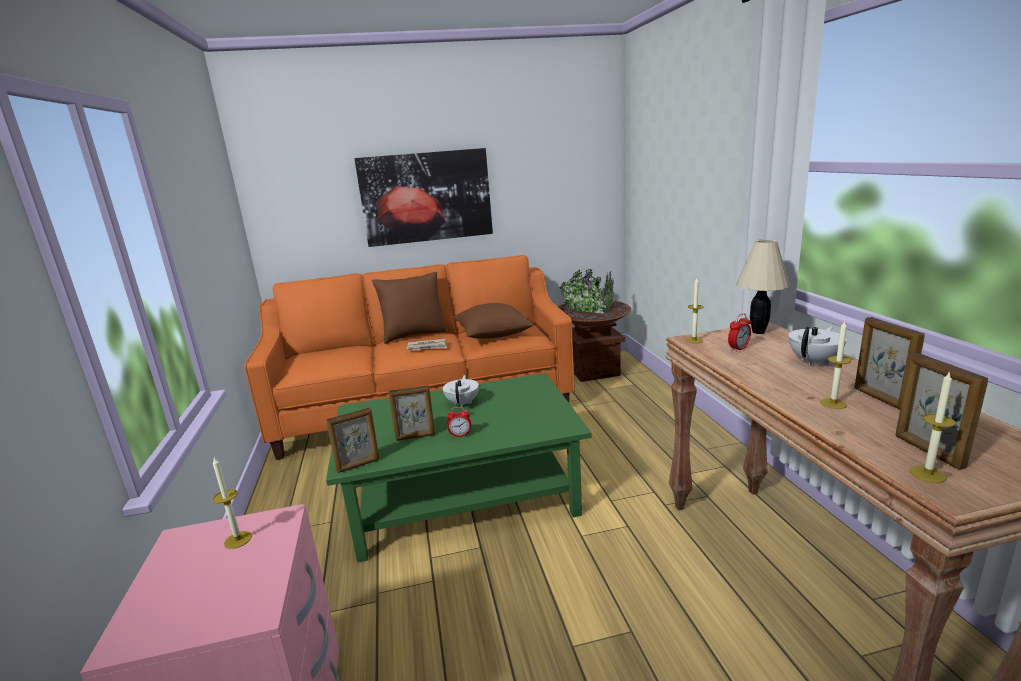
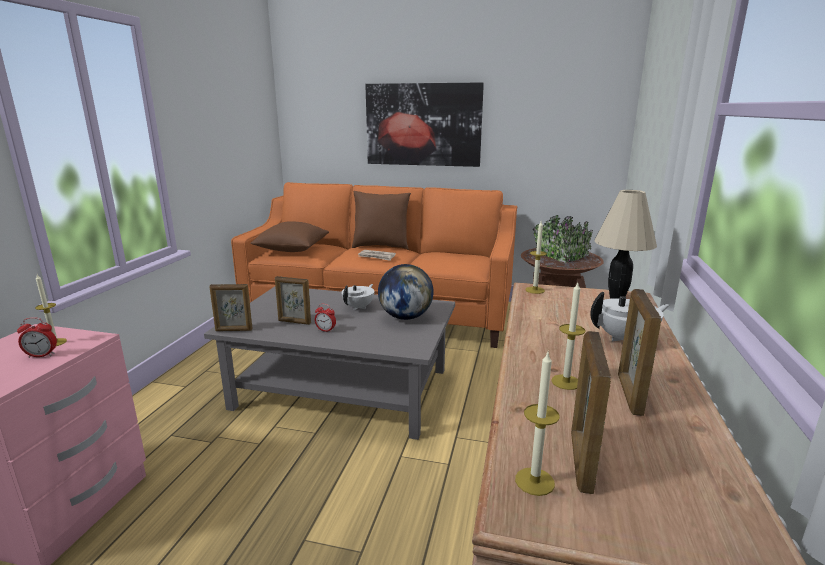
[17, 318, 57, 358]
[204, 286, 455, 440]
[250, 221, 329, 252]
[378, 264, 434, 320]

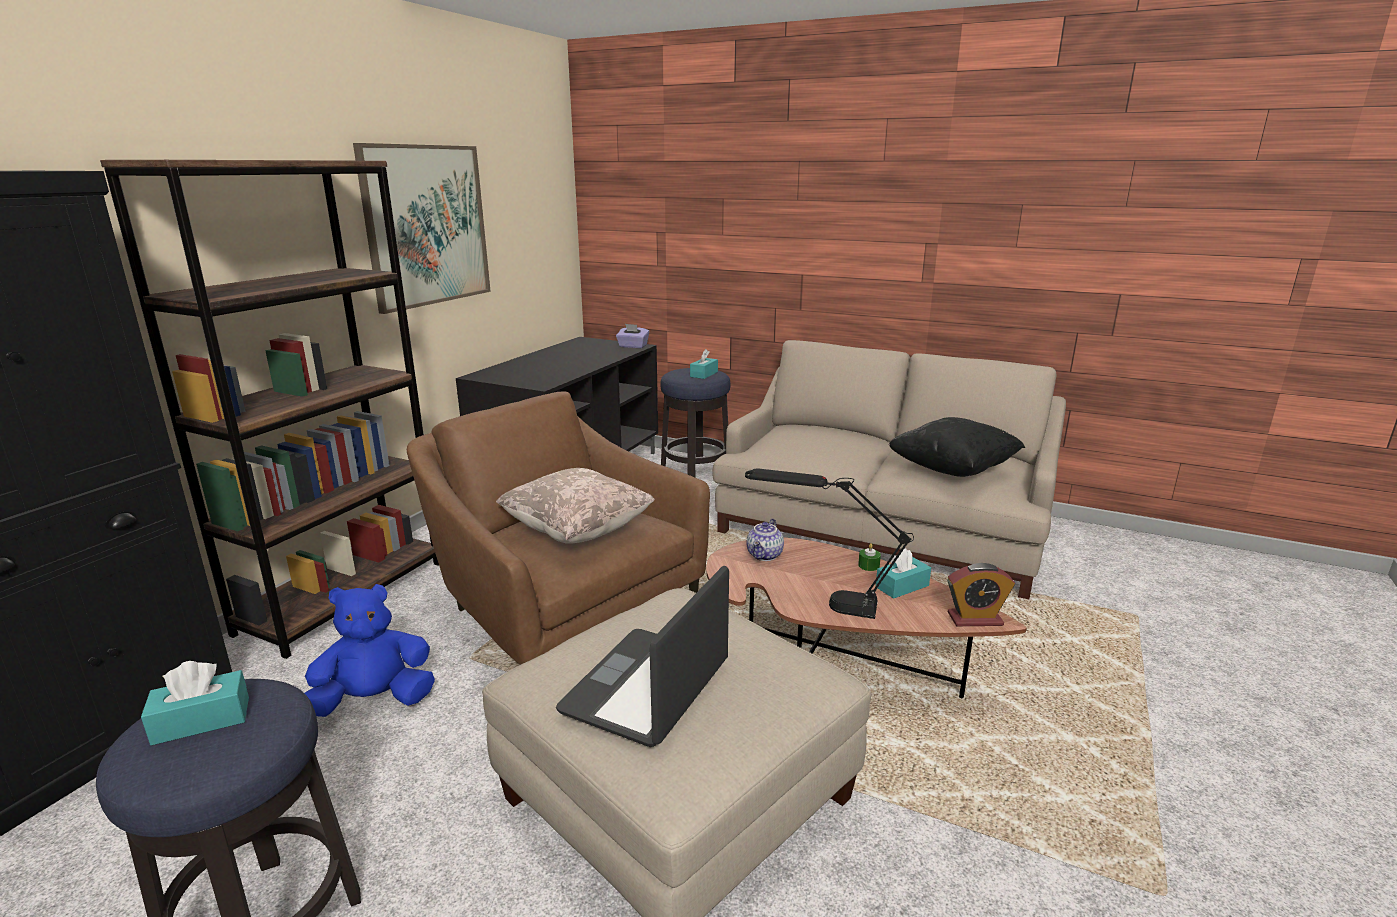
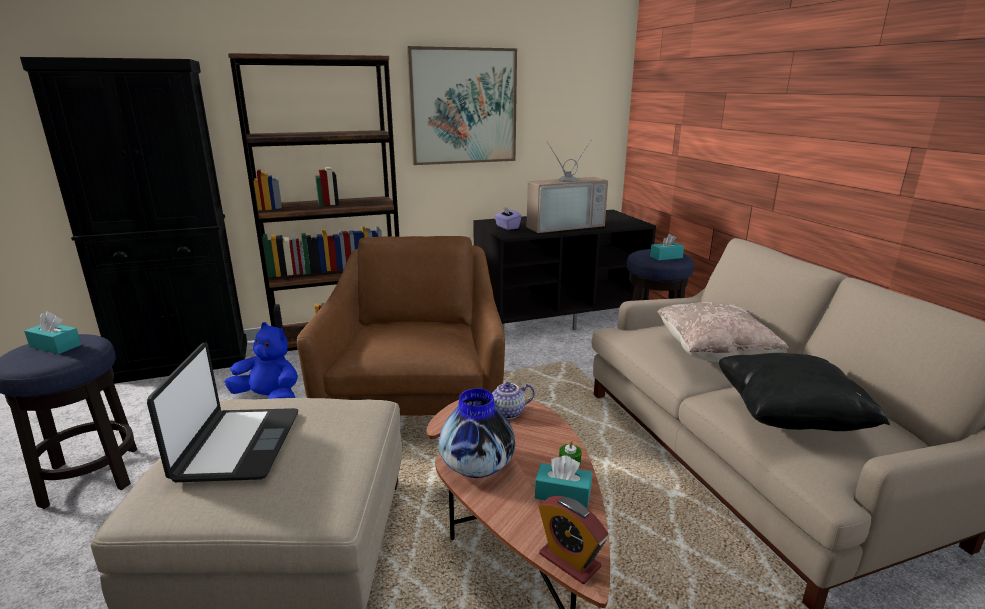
[147, 342, 298, 482]
[439, 389, 515, 478]
[494, 206, 521, 230]
[527, 139, 608, 233]
[657, 302, 789, 362]

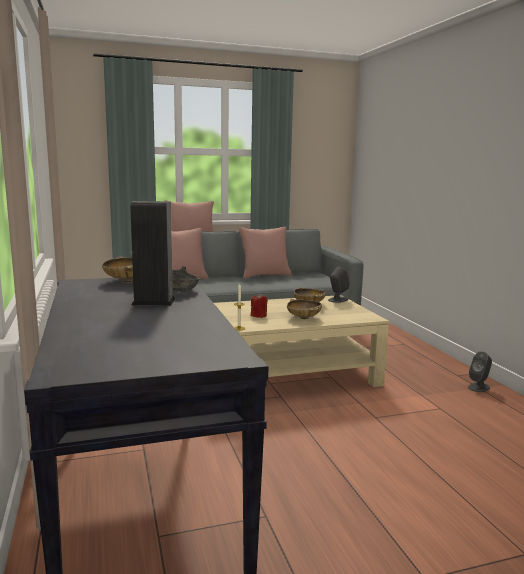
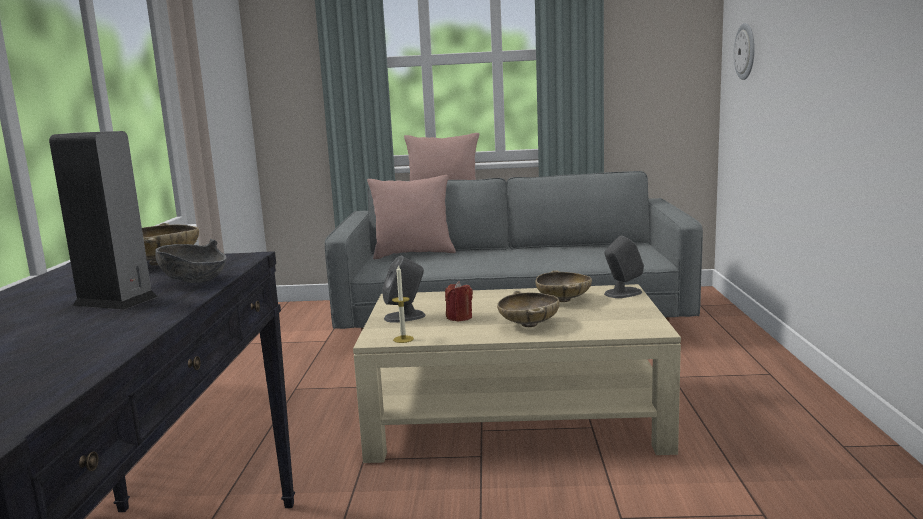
[382, 256, 425, 323]
[734, 23, 755, 80]
[239, 227, 292, 279] (first image)

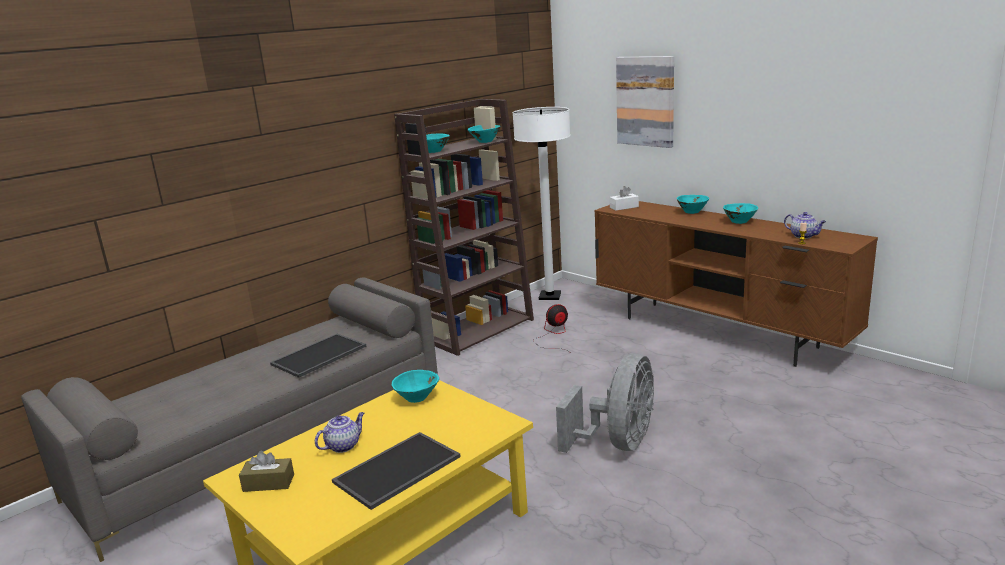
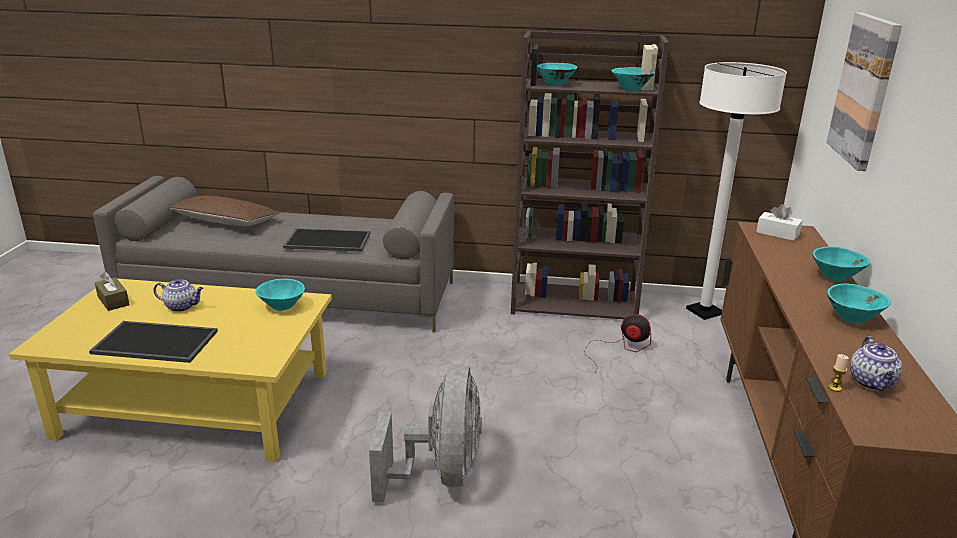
[170, 195, 280, 226]
[369, 365, 482, 502]

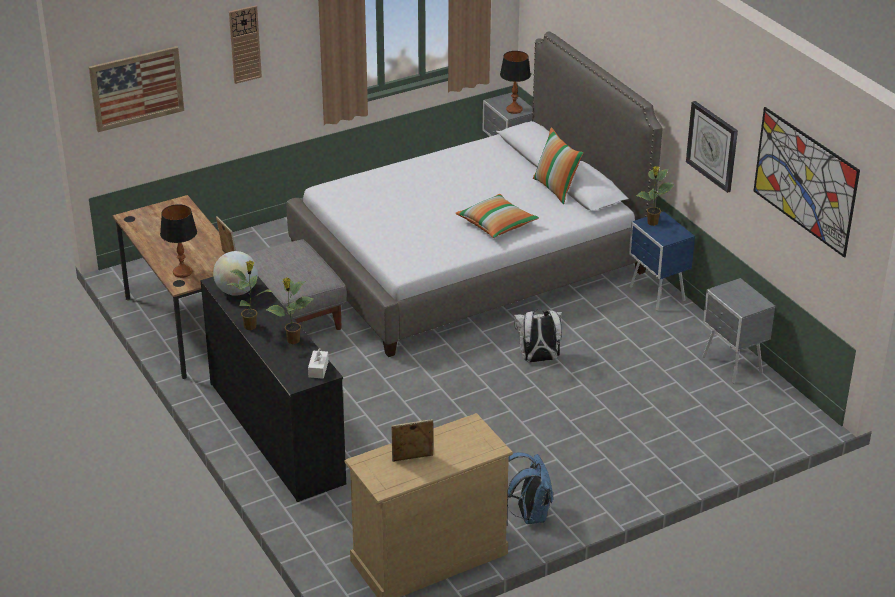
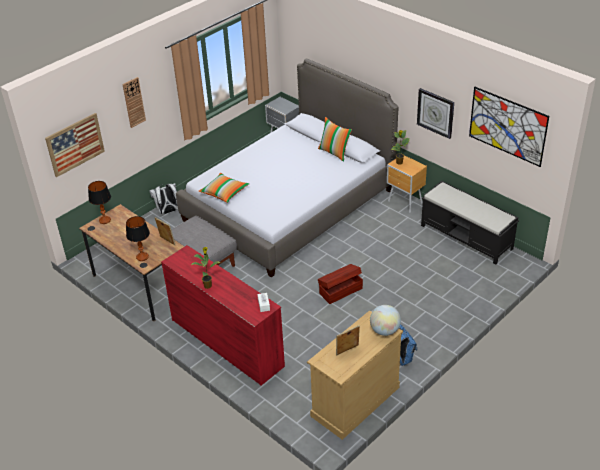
[88, 181, 111, 224]
[149, 183, 178, 214]
[161, 245, 285, 386]
[199, 173, 249, 203]
[318, 264, 363, 304]
[370, 305, 401, 336]
[387, 155, 427, 213]
[421, 181, 519, 265]
[266, 277, 314, 344] (first image)

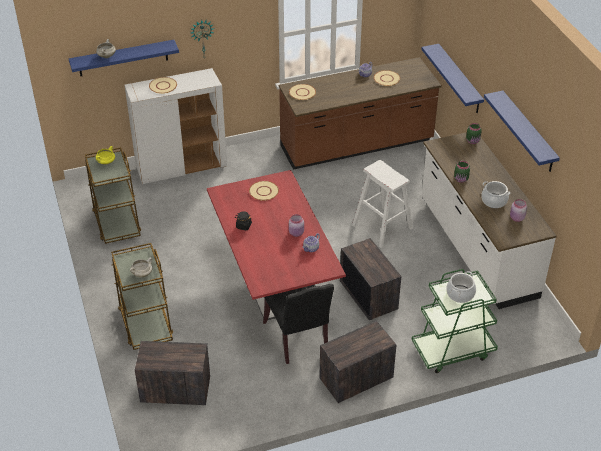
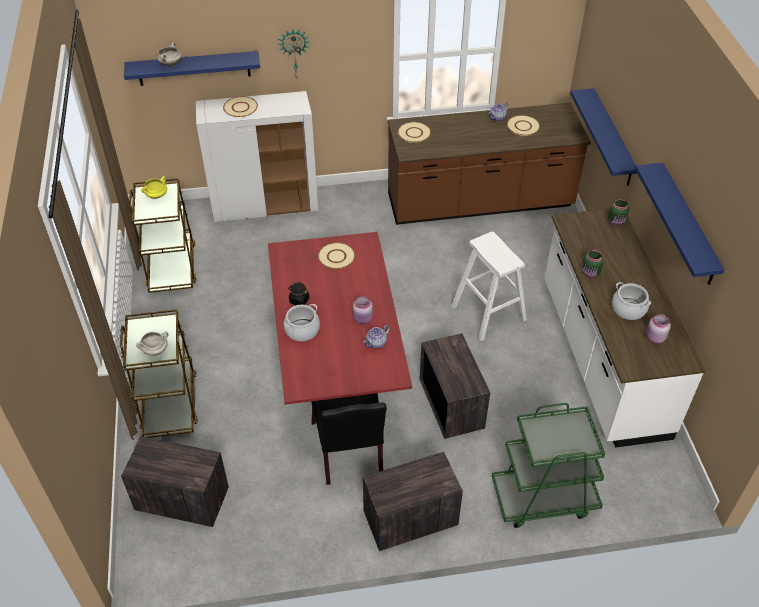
[284, 304, 320, 341]

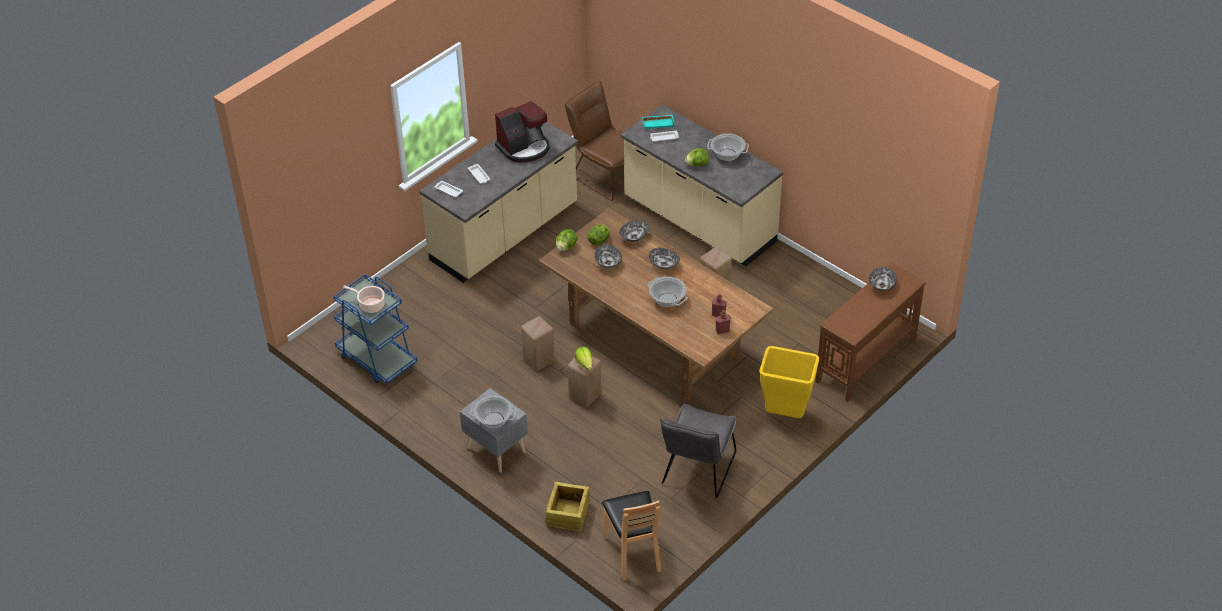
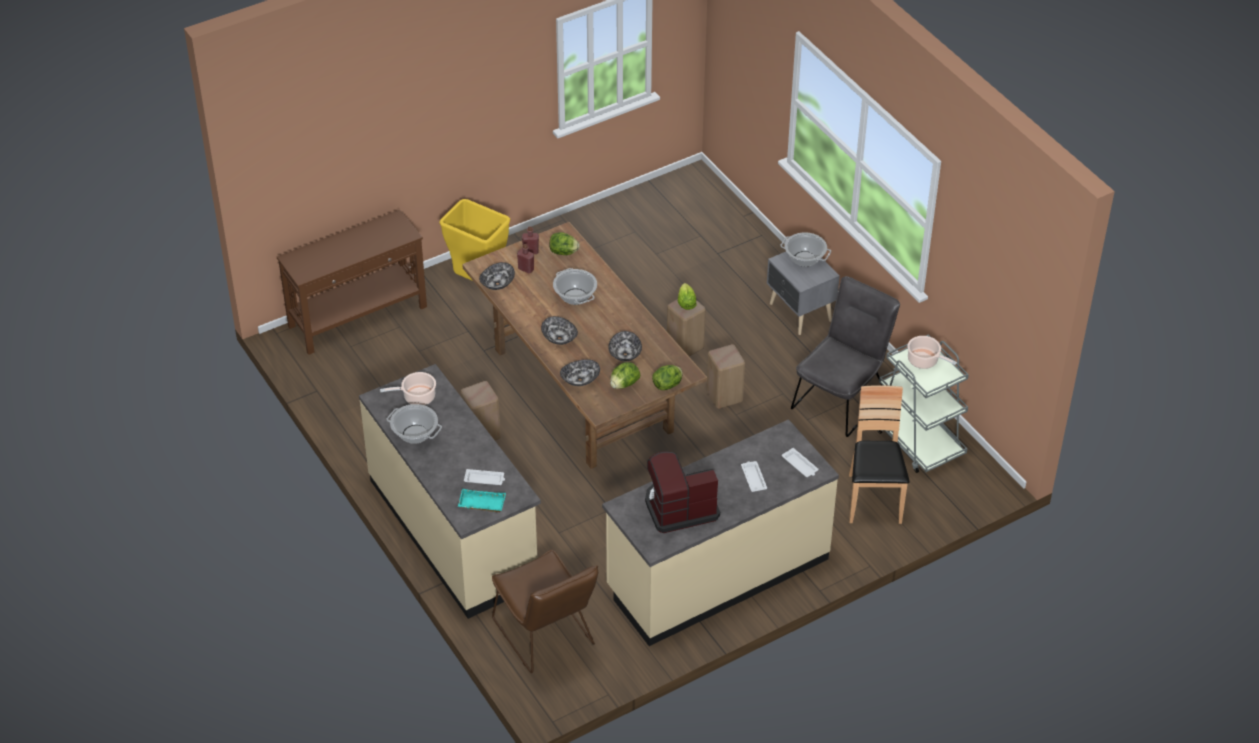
[380, 372, 436, 405]
[479, 262, 515, 290]
[549, 232, 580, 255]
[791, 276, 900, 437]
[849, 385, 909, 524]
[877, 334, 969, 473]
[546, 481, 589, 532] (first image)

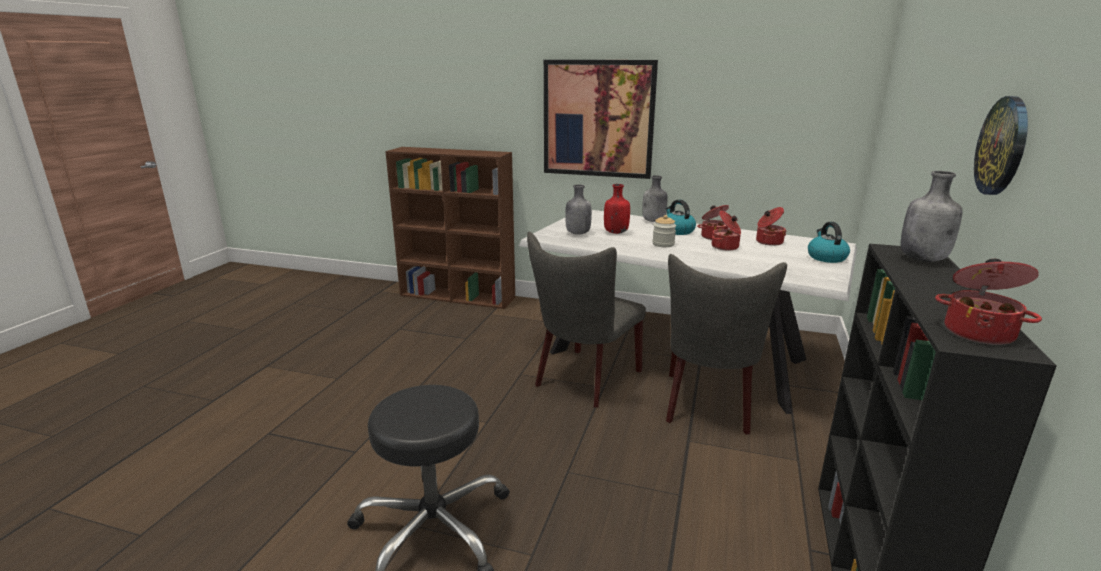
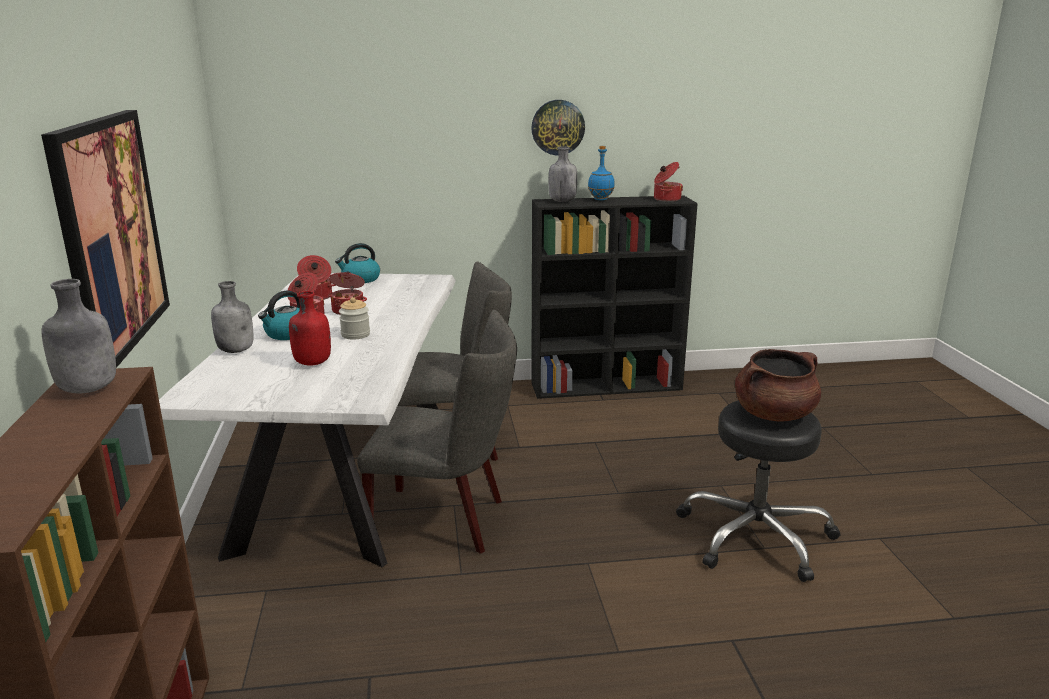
[41, 279, 116, 394]
[588, 146, 615, 201]
[735, 349, 821, 421]

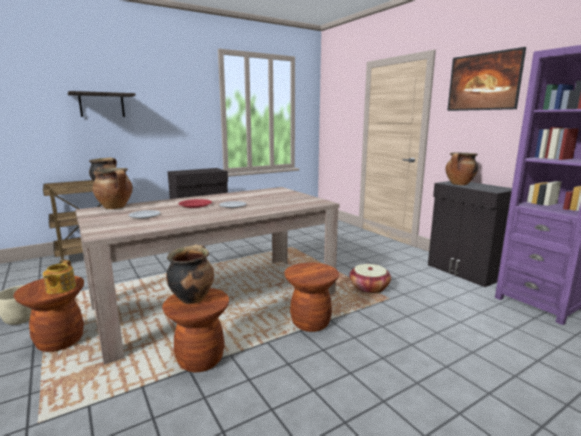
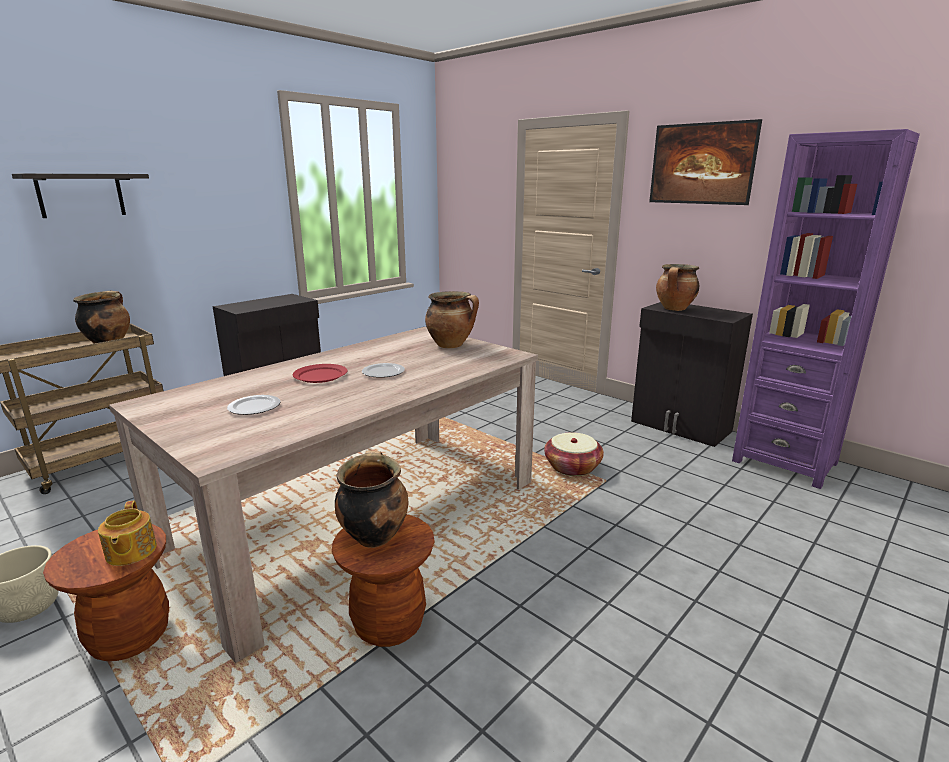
[425, 291, 479, 348]
[284, 262, 339, 332] (first image)

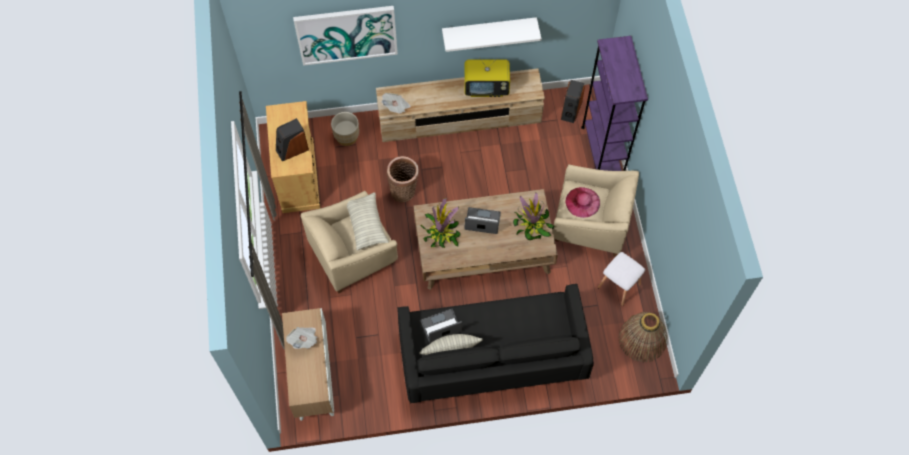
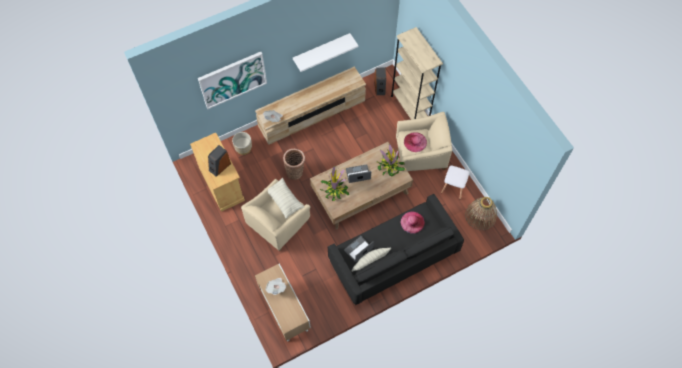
[391, 27, 443, 119]
[401, 211, 425, 234]
[464, 57, 510, 97] (first image)

